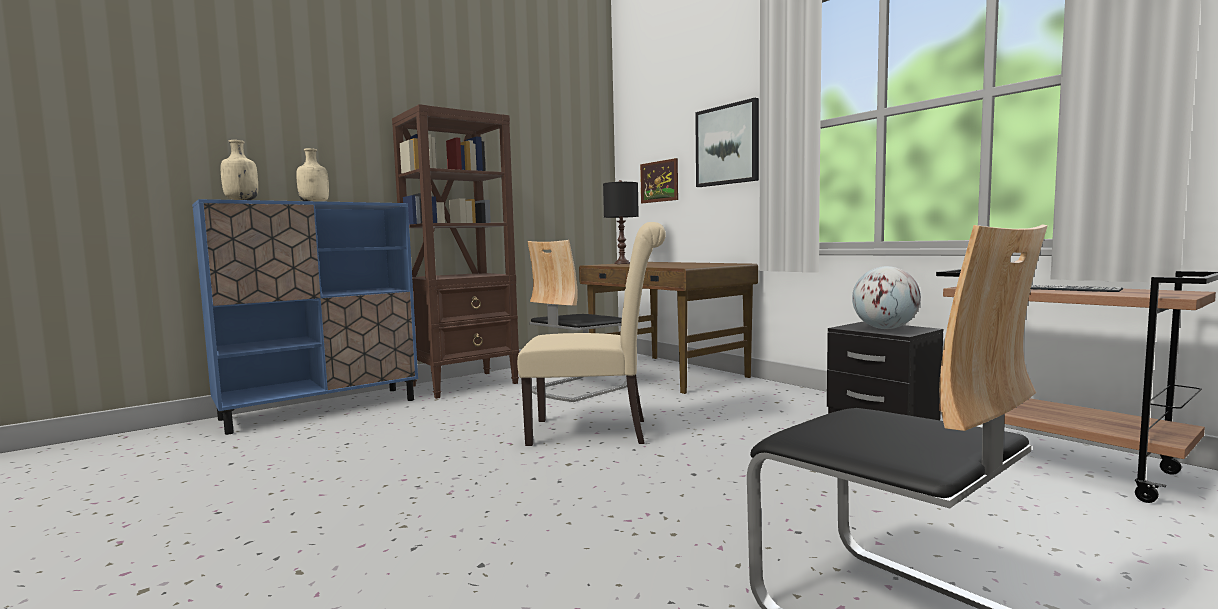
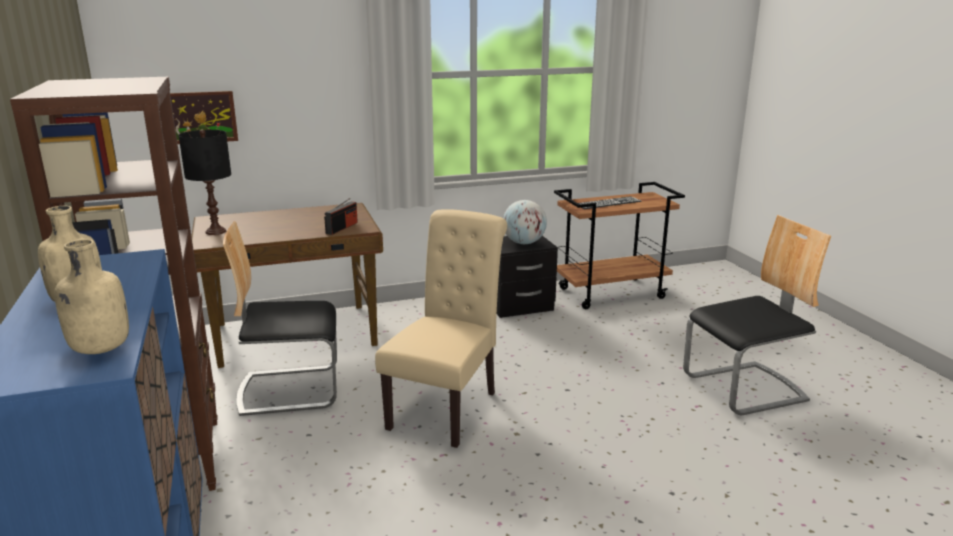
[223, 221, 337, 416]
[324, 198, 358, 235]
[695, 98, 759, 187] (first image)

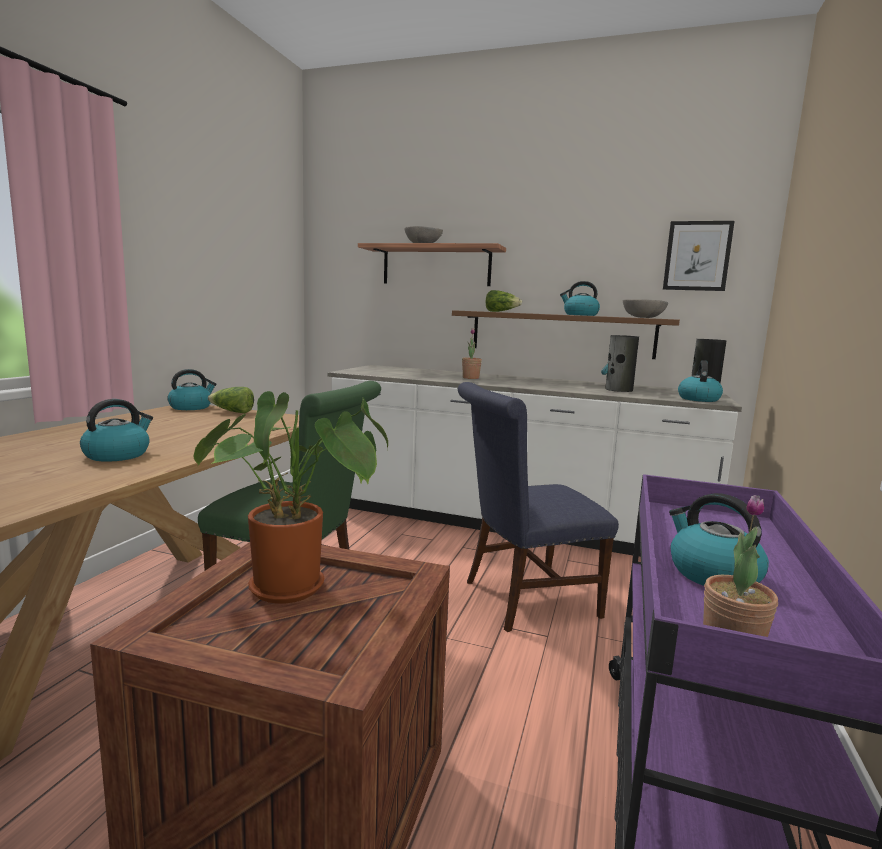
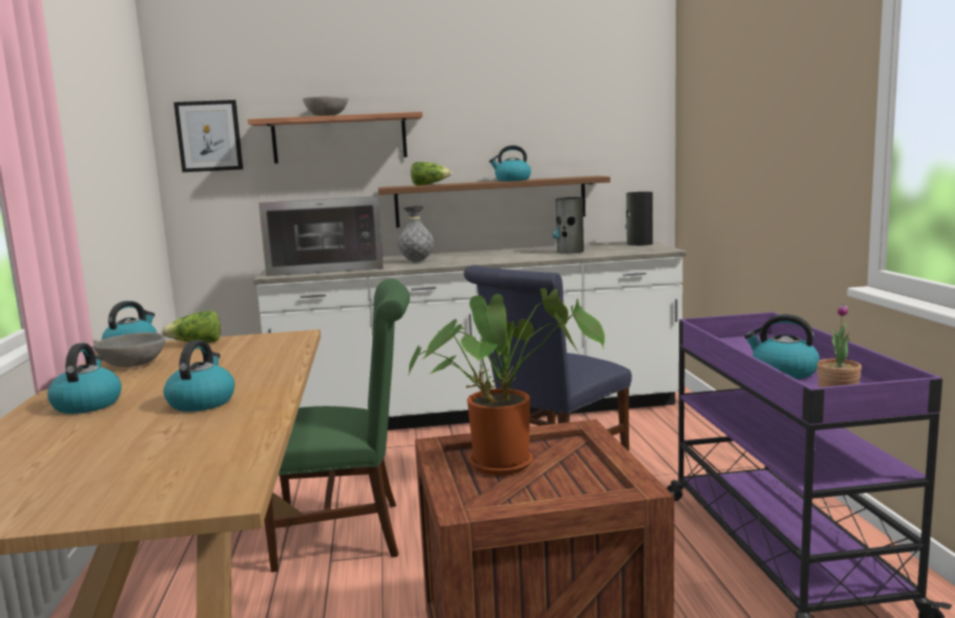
[48, 343, 122, 414]
[93, 332, 165, 367]
[174, 100, 243, 172]
[259, 196, 383, 276]
[398, 206, 434, 262]

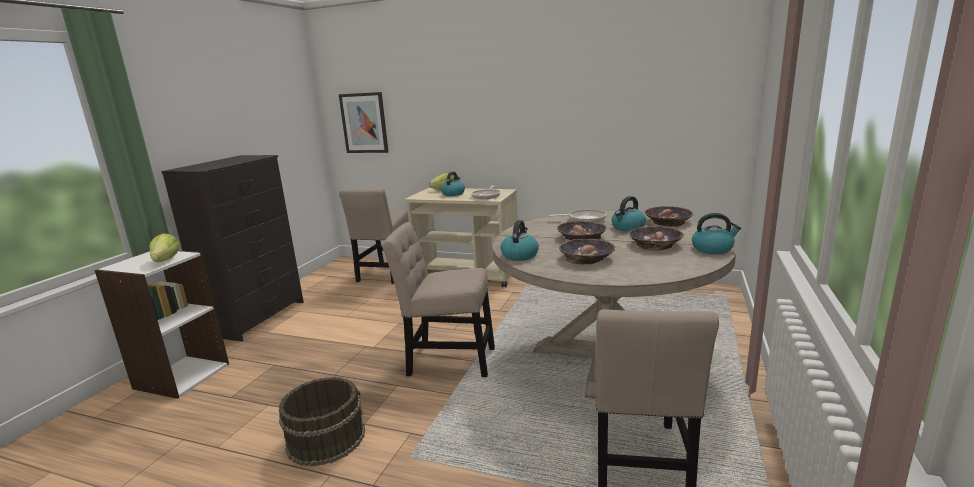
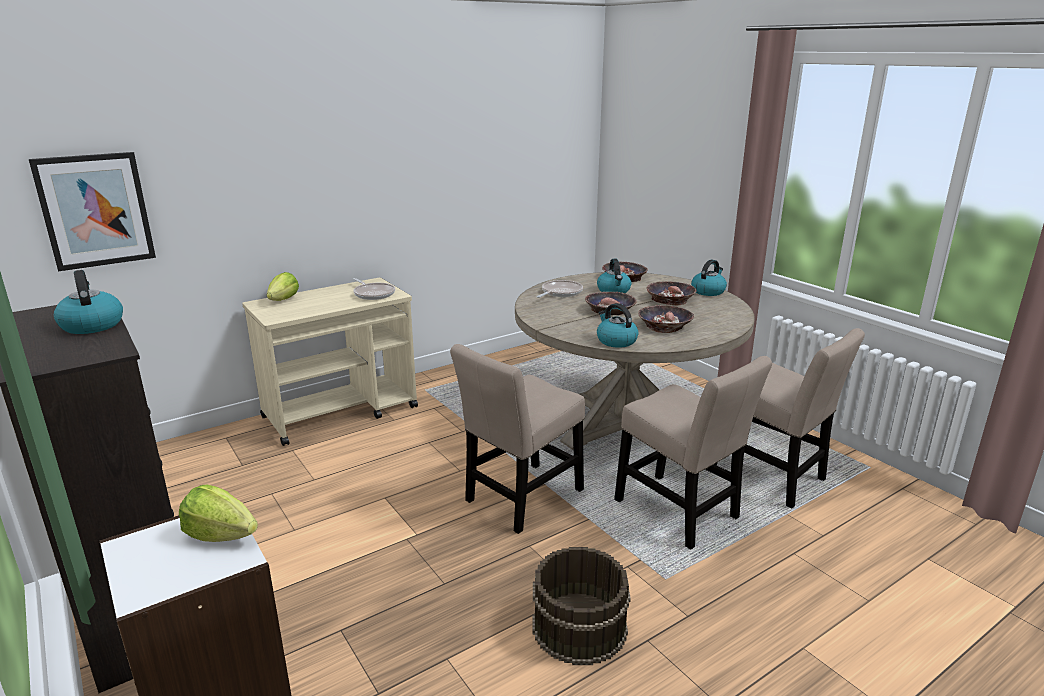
[54, 270, 123, 334]
[614, 356, 772, 549]

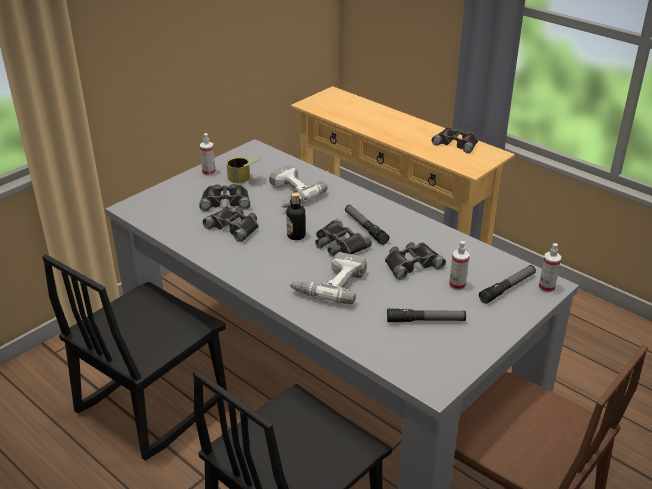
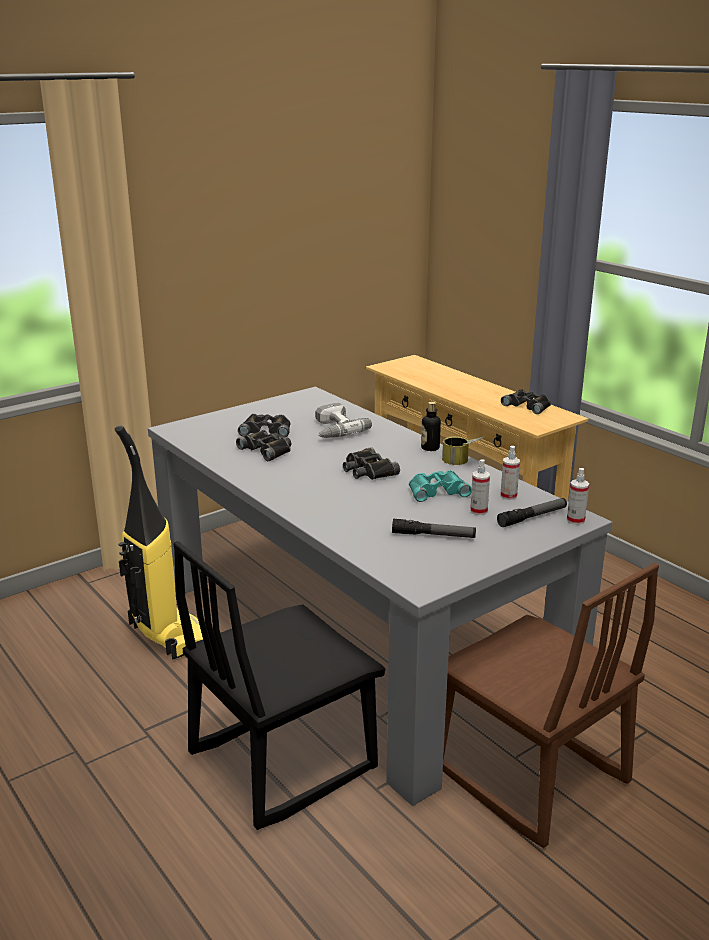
[115, 425, 203, 660]
[409, 470, 472, 502]
[421, 402, 441, 451]
[442, 436, 485, 465]
[500, 446, 520, 500]
[289, 253, 367, 304] (first image)
[345, 205, 389, 245] (first image)

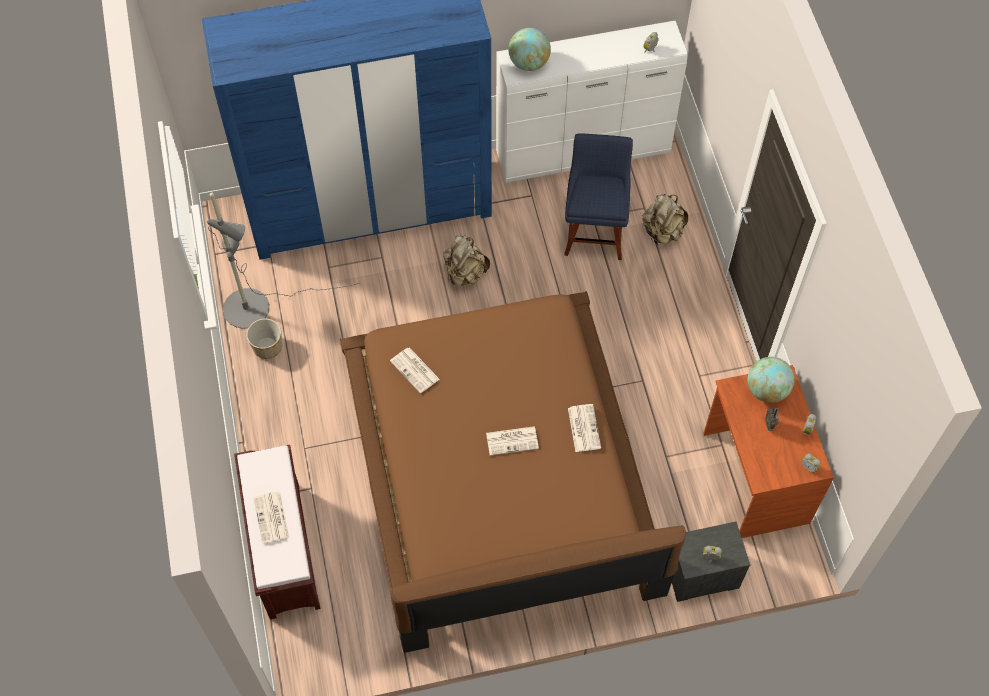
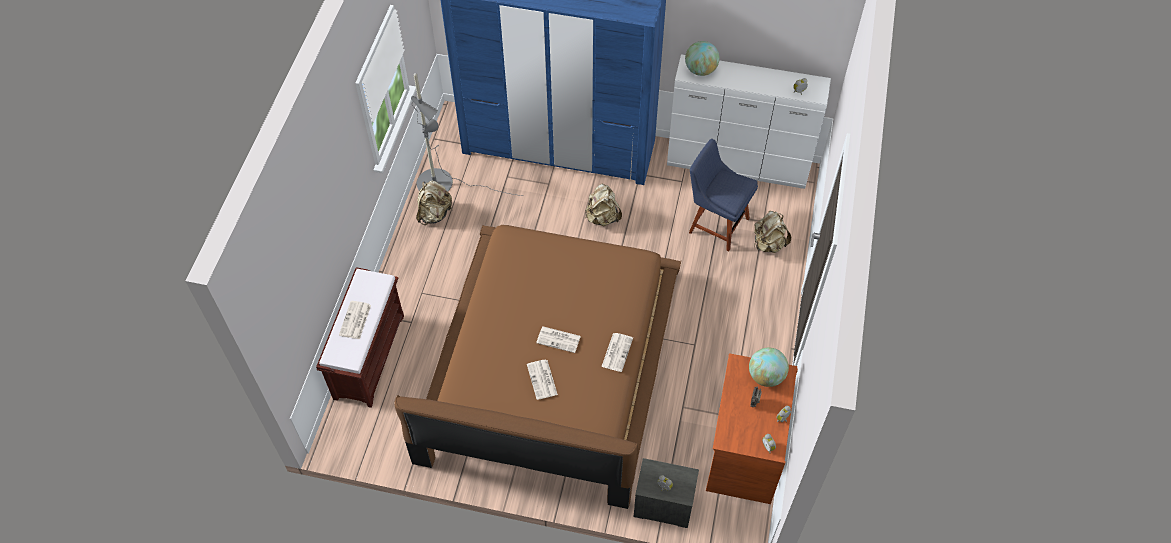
[416, 181, 452, 225]
[527, 360, 558, 400]
[689, 139, 758, 251]

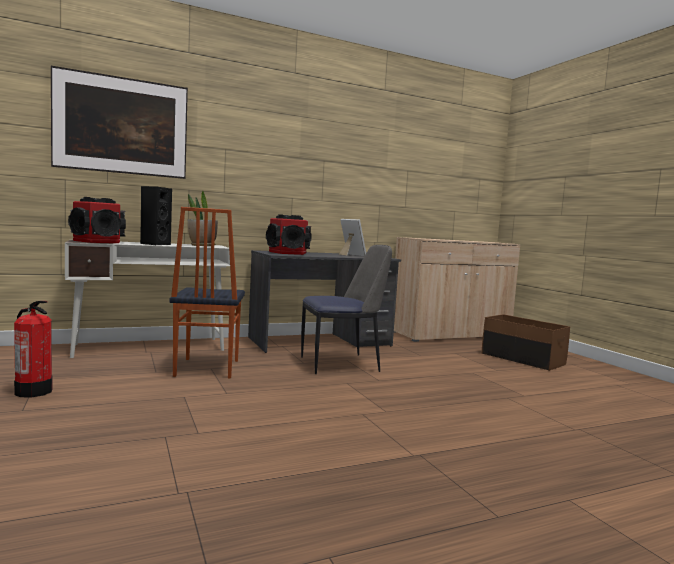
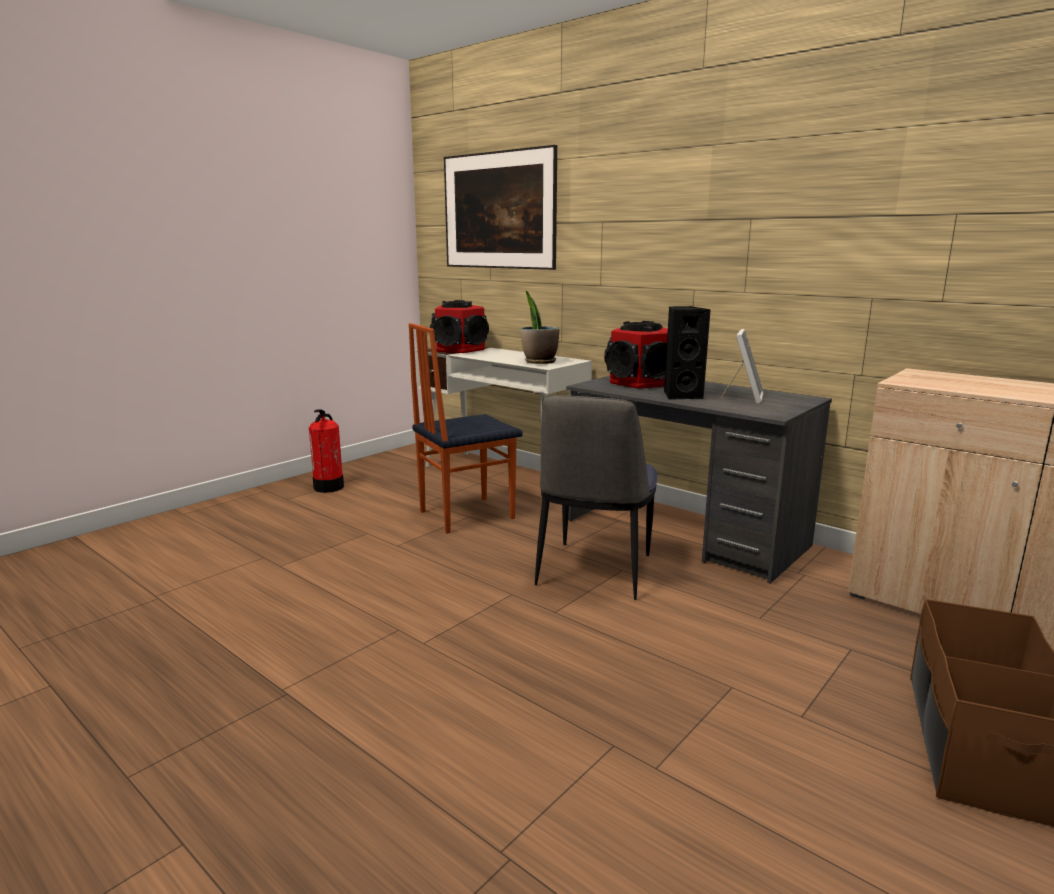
[535, 395, 658, 600]
[664, 306, 711, 400]

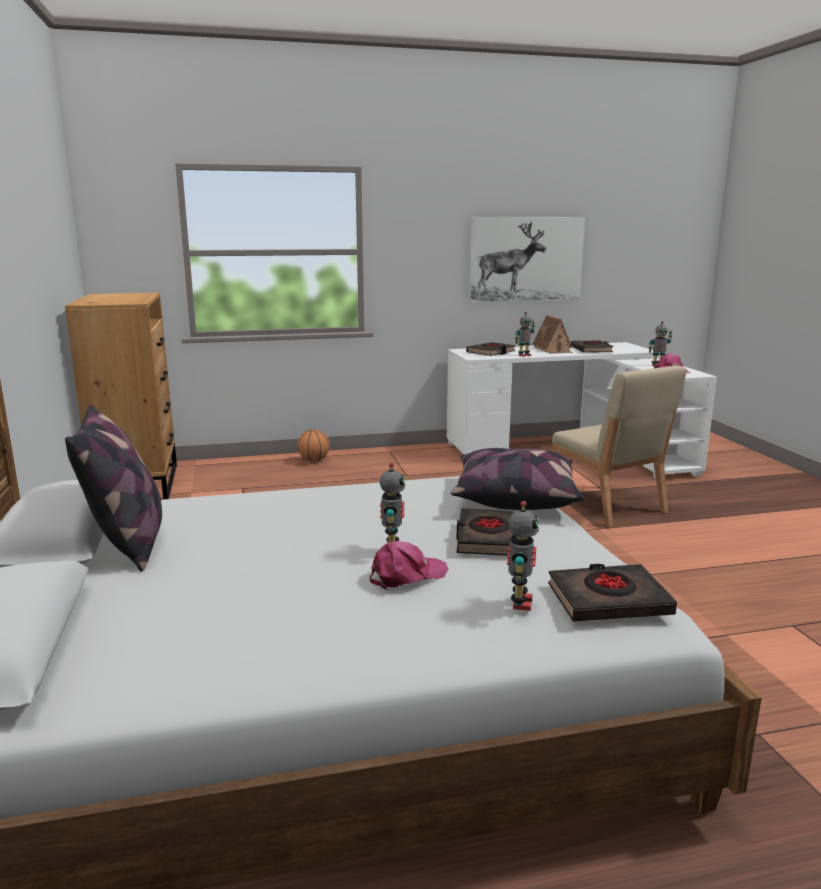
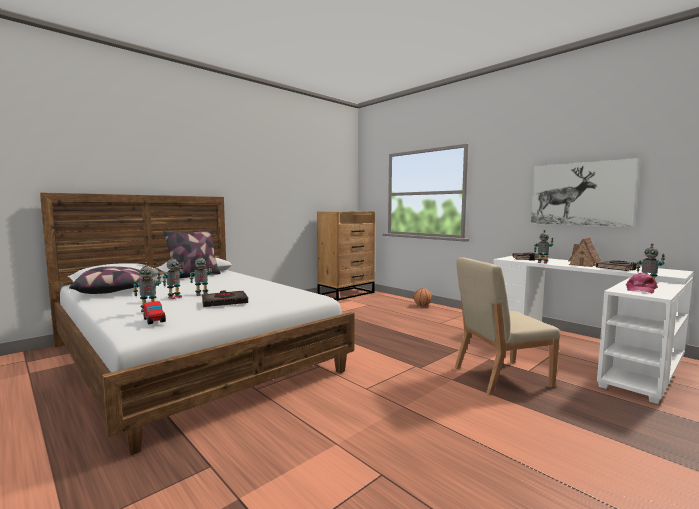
[69, 267, 144, 294]
[143, 301, 166, 324]
[162, 255, 183, 299]
[455, 257, 560, 395]

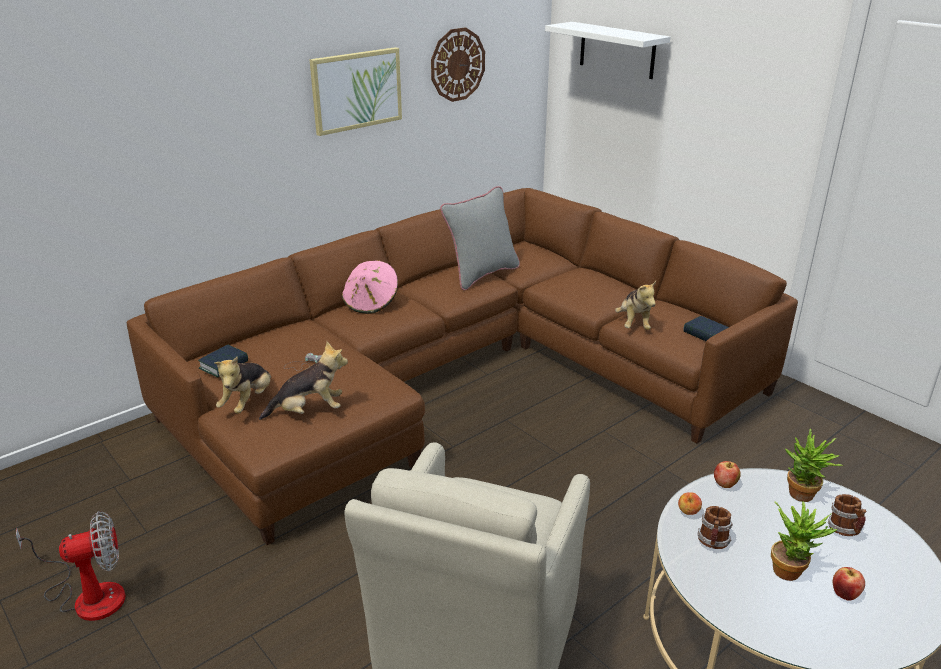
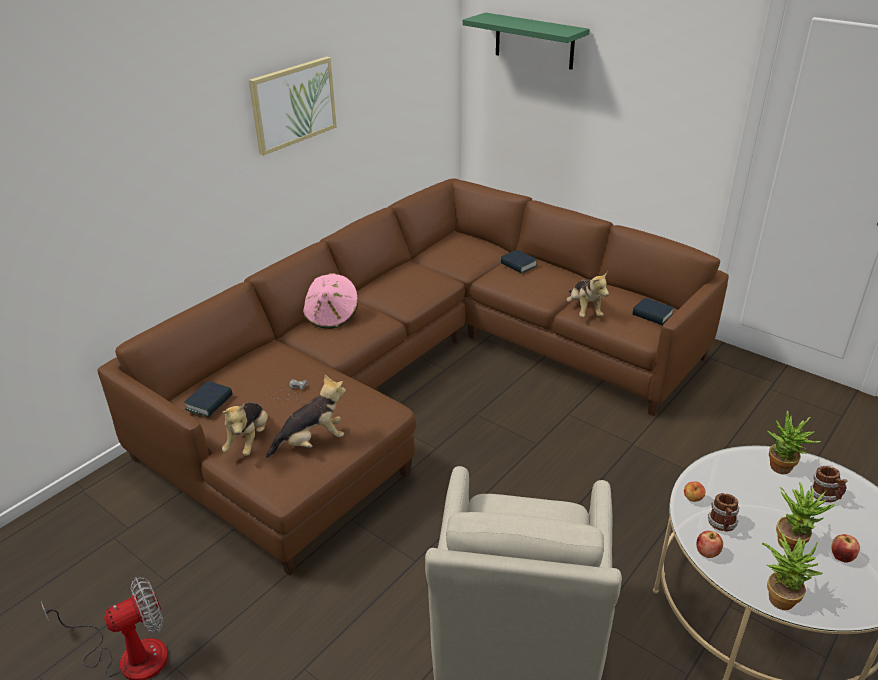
[462, 13, 590, 70]
[500, 250, 537, 274]
[696, 531, 723, 558]
[762, 531, 822, 610]
[431, 27, 485, 102] (first image)
[440, 186, 520, 290] (first image)

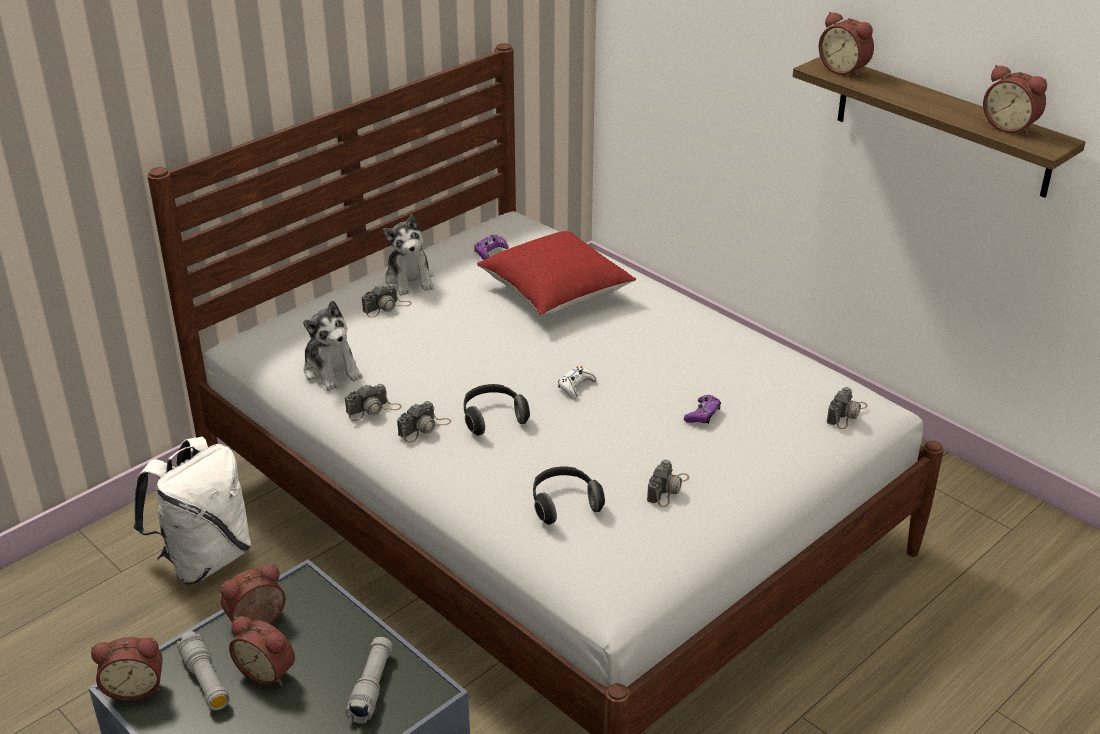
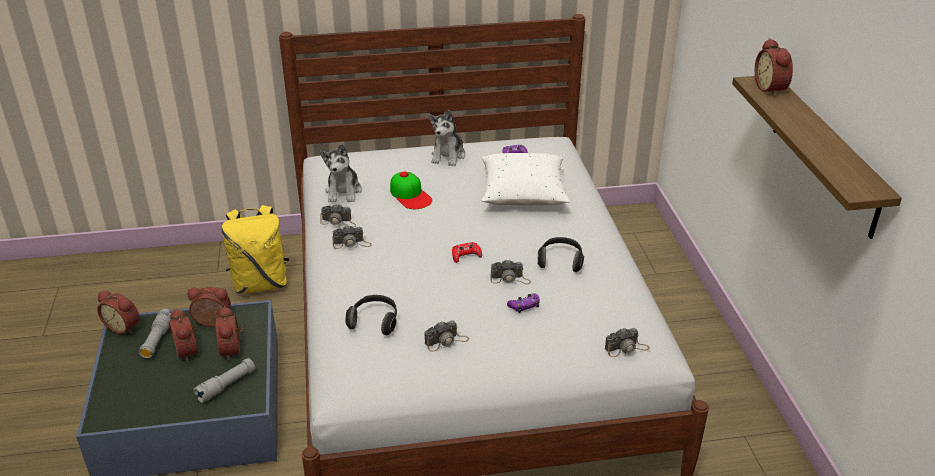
[216, 306, 243, 361]
[222, 205, 289, 294]
[390, 172, 432, 209]
[452, 242, 482, 263]
[481, 153, 570, 206]
[490, 259, 531, 284]
[538, 237, 584, 272]

